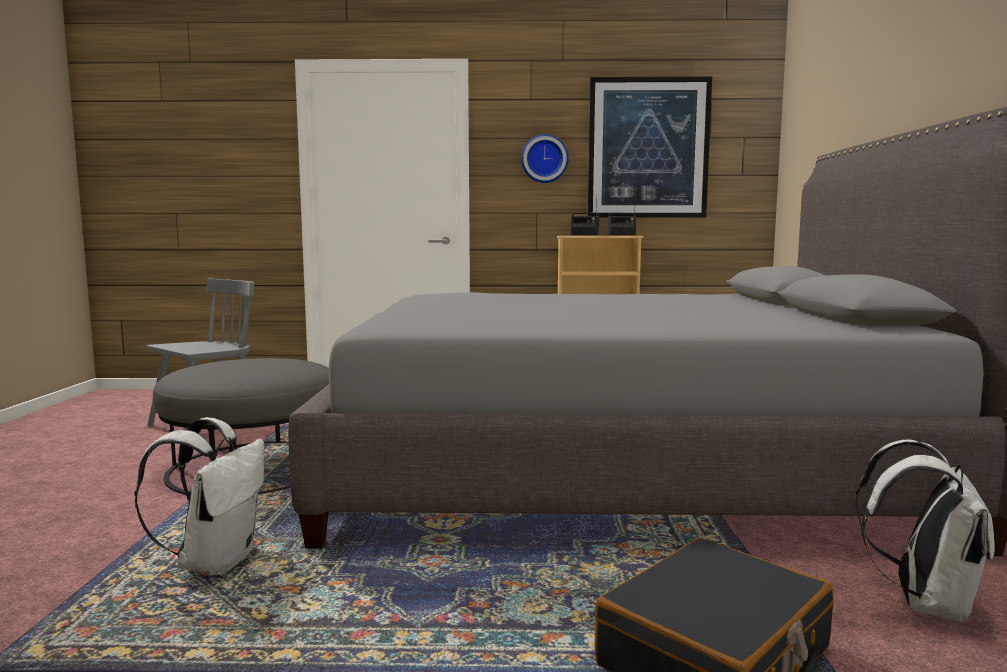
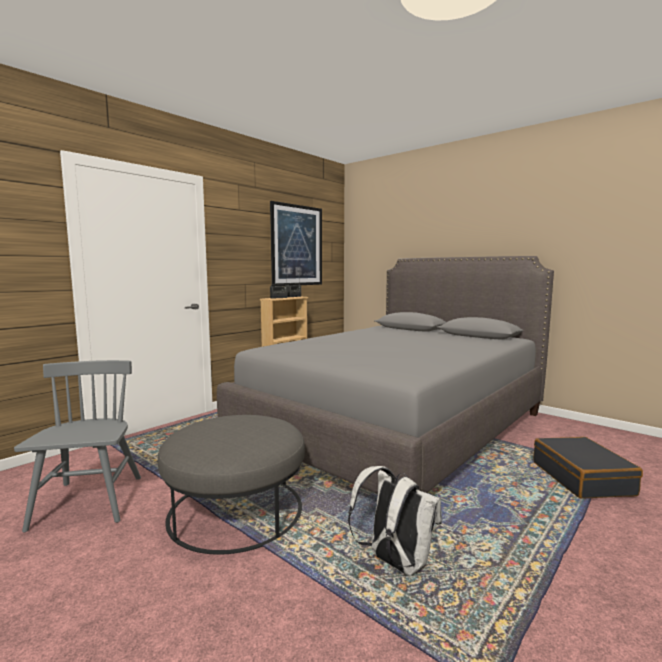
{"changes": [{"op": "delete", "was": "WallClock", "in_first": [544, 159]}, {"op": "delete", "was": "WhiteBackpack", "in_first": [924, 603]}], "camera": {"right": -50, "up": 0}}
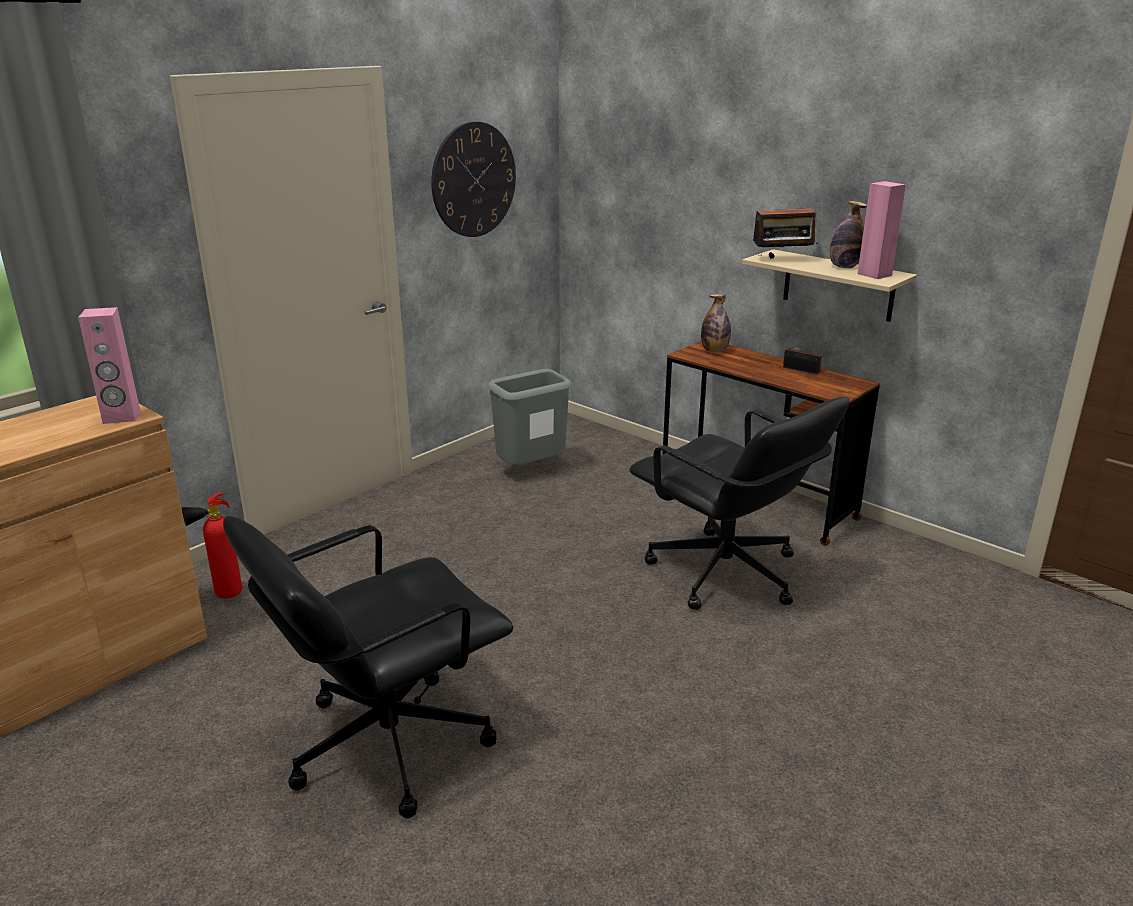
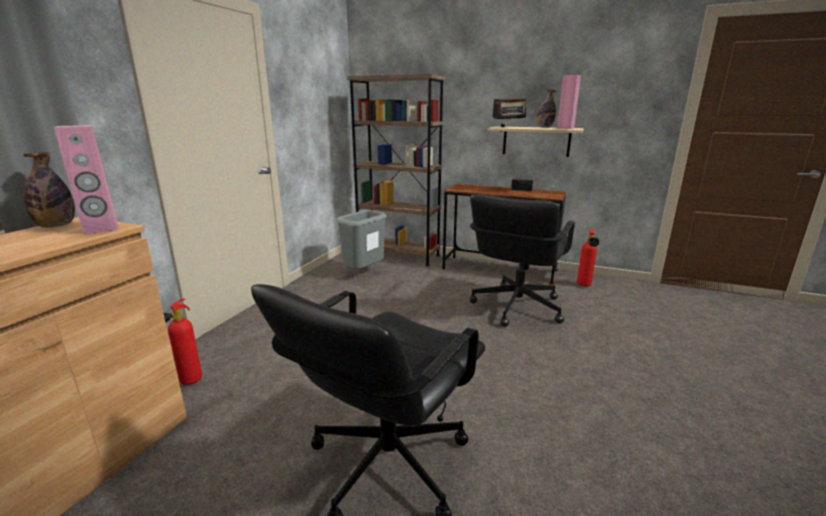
{"changes": [{"op": "move", "was": "Bottle", "in_first": [714, 351], "in_second": [56, 226]}, {"op": "insert", "now": "BrownBookcase", "in_second": [398, 255]}, {"op": "rotate", "was": "BlackOfficeChair", "in_first": [725, 574], "in_second": [516, 307], "clockwise": 90}, {"op": "insert", "now": "FireExtinguisher", "in_second": [584, 286]}, {"op": "delete", "was": "WallClock", "in_first": [474, 180]}], "camera": {"right": -20, "up": -5}}
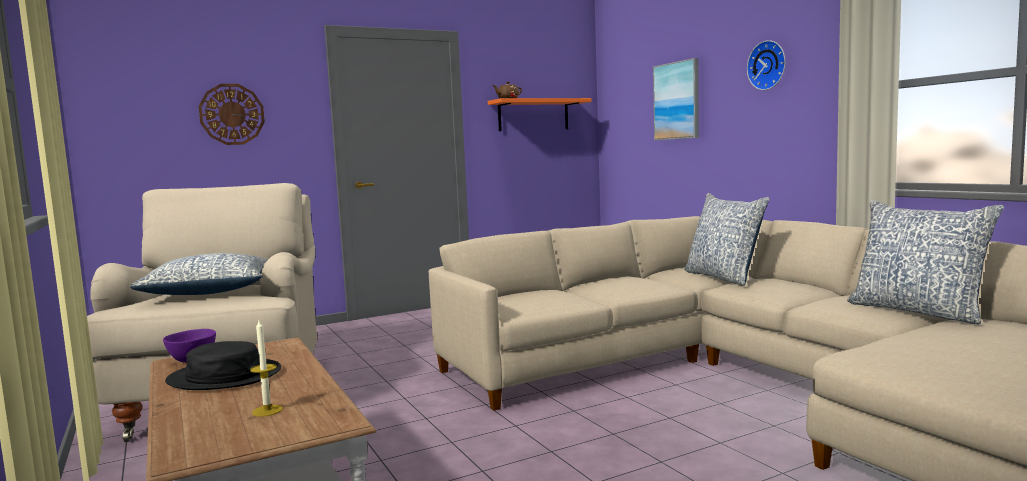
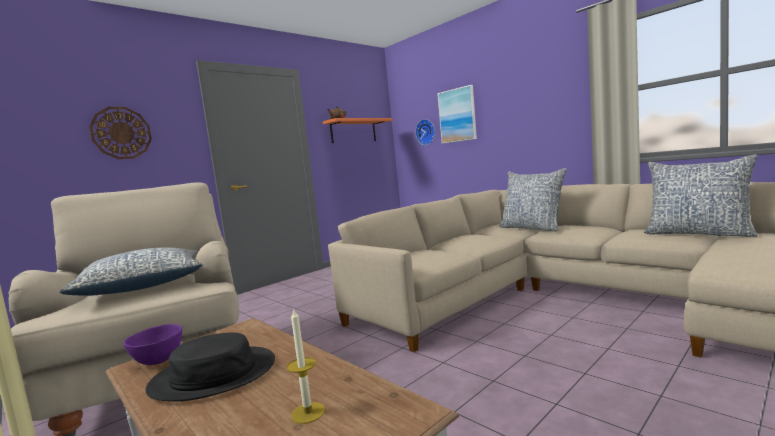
{"changes": [{"op": "move", "was": "WallClock", "in_first": [768, 65], "in_second": [426, 132]}], "camera": {"right": -15, "up": 0}}
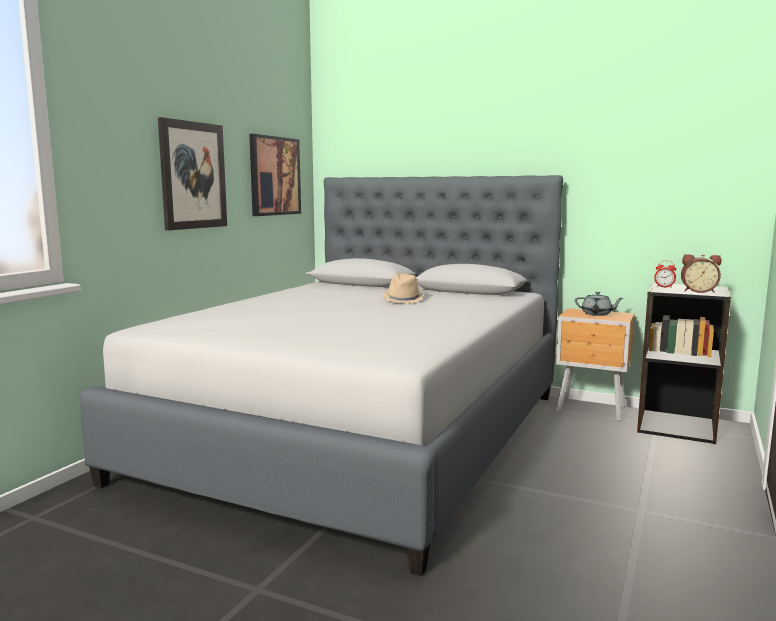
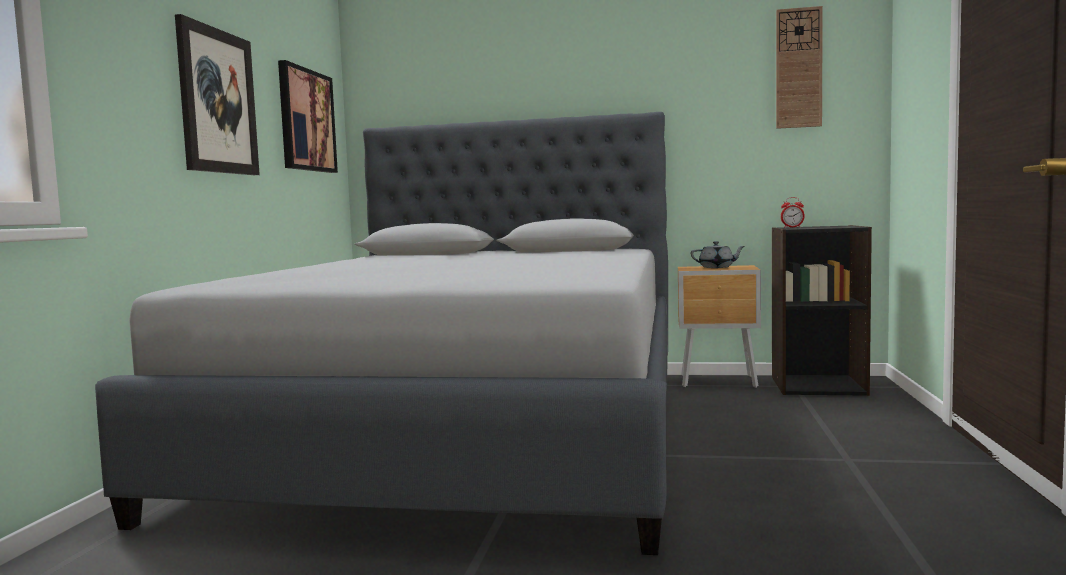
{"changes": [{"op": "insert", "now": "WallClock", "in_second": [798, 68]}, {"op": "delete", "was": "BeigeHat", "in_first": [403, 300]}, {"op": "delete", "was": "AlarmClock", "in_first": [698, 291]}], "camera": {"right": -15, "up": -5}}
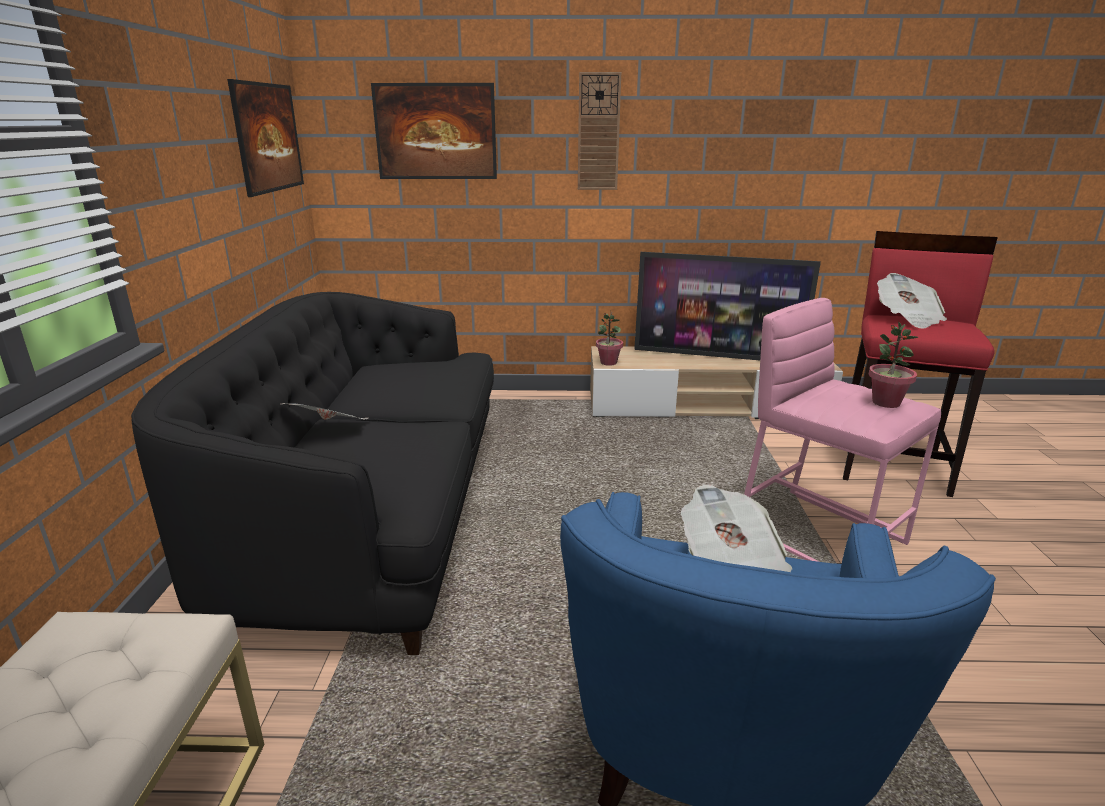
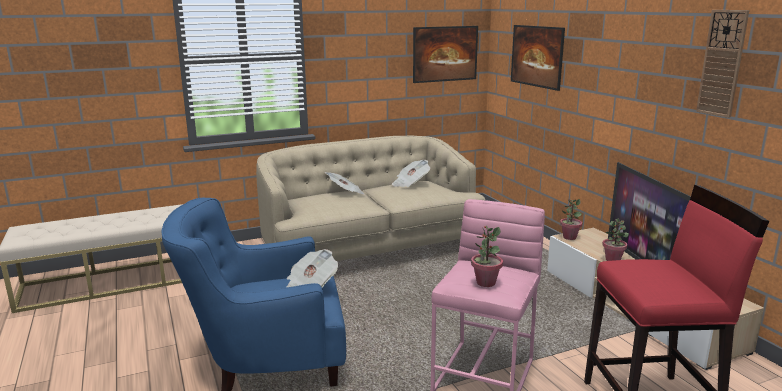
{"changes": [{"op": "recolor", "was": "BlackSofa", "now": "BeigeSofa", "in_first": [373, 518], "in_second": [370, 249]}, {"op": "move", "was": "Newspaper", "in_first": [907, 318], "in_second": [410, 183]}, {"op": "insert", "now": "PottedPlant", "in_second": [613, 260]}, {"op": "move", "was": "WallClock", "in_first": [598, 132], "in_second": [722, 63]}], "camera": {"right": 65, "up": -5}}
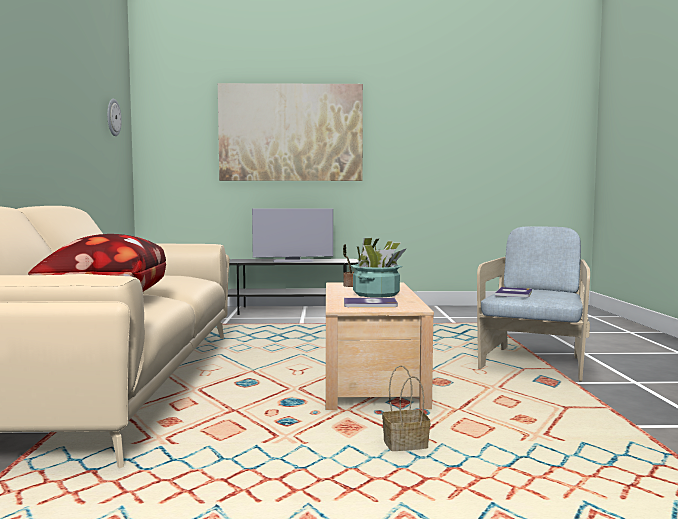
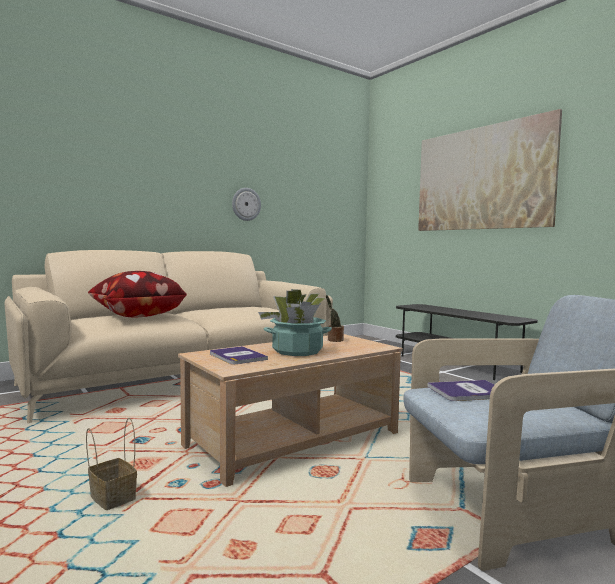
{"changes": [{"op": "move", "was": "WallClock", "in_first": [113, 117], "in_second": [246, 204]}, {"op": "delete", "was": "Television", "in_first": [293, 261]}], "camera": {"right": 55, "up": 0}}
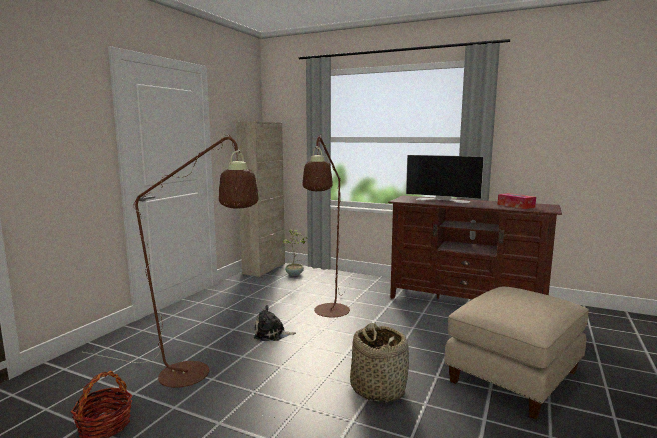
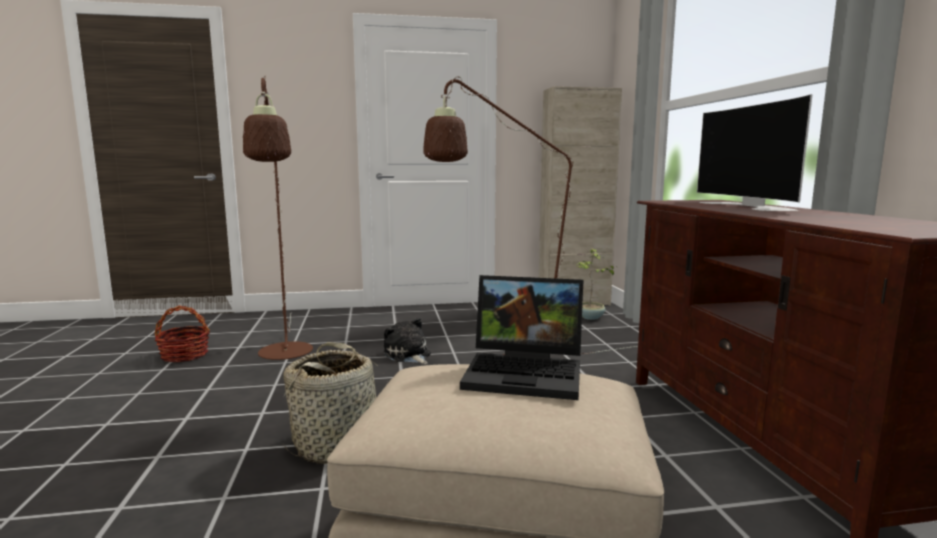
{"changes": [{"op": "insert", "now": "Laptop", "in_second": [527, 373]}, {"op": "delete", "was": "TissueBox", "in_first": [515, 206]}], "camera": {"right": 55, "up": 0}}
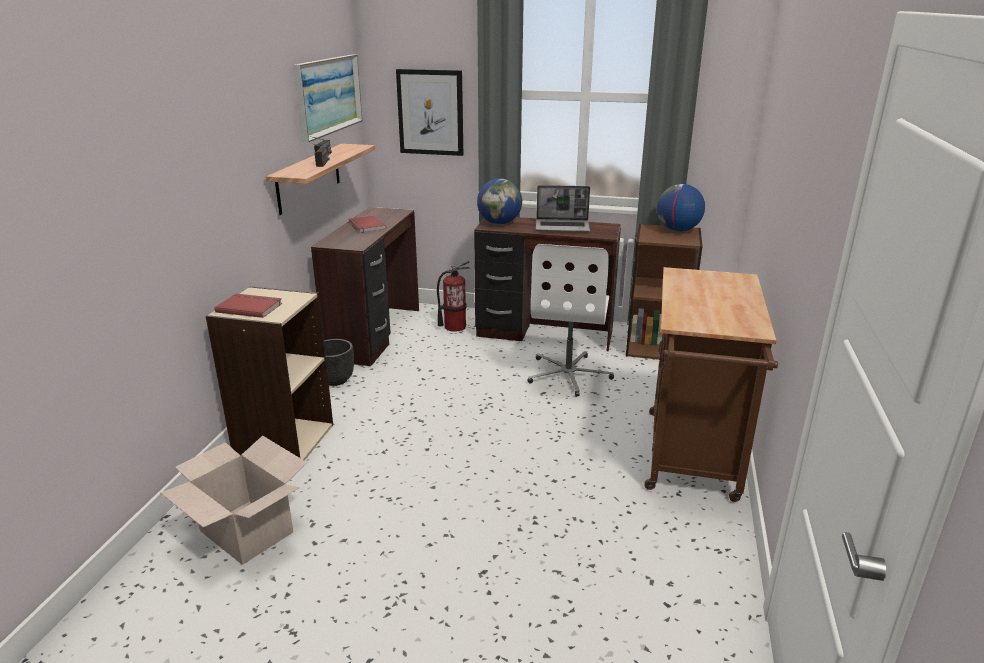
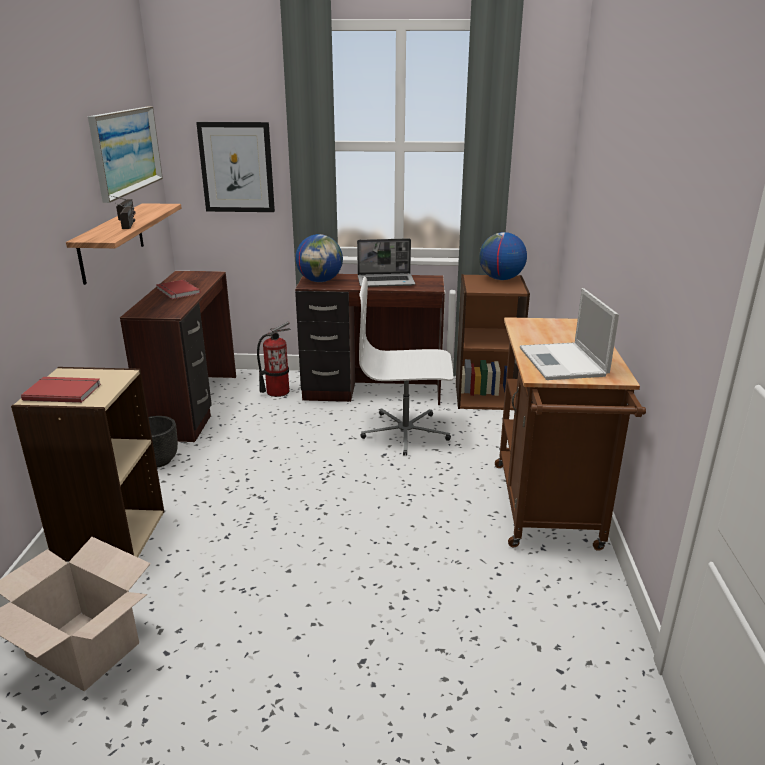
{"changes": [{"op": "rotate", "was": "WhiteOfficeChair", "in_first": [569, 374], "in_second": [406, 432], "clockwise": 90}, {"op": "insert", "now": "Laptop", "in_second": [563, 362]}], "camera": {"right": -10, "up": 0}}
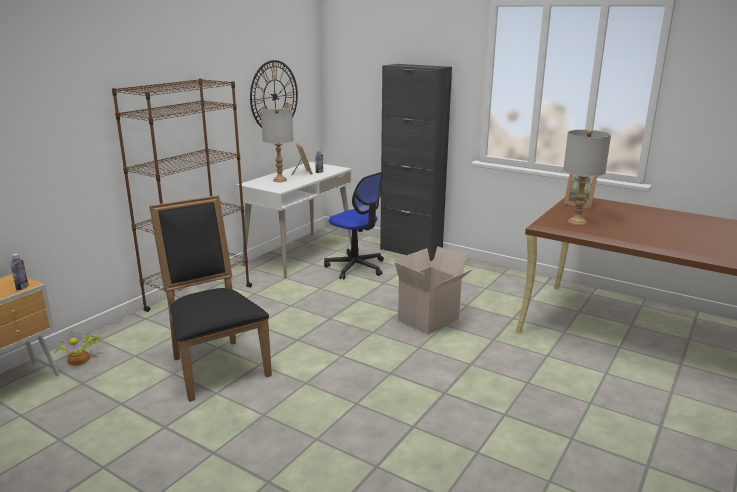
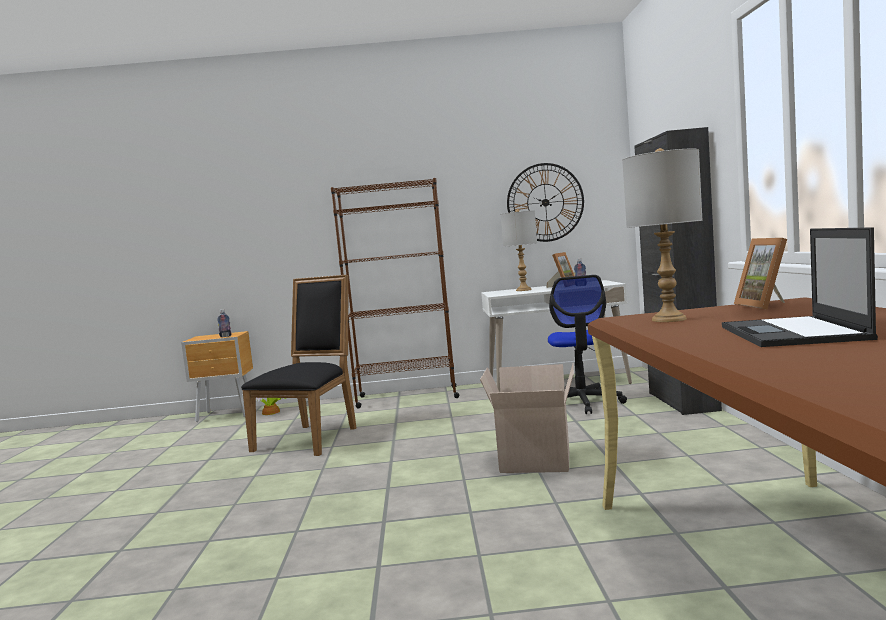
{"changes": [{"op": "insert", "now": "Laptop", "in_second": [793, 333]}], "camera": {"right": 55, "up": -15}}
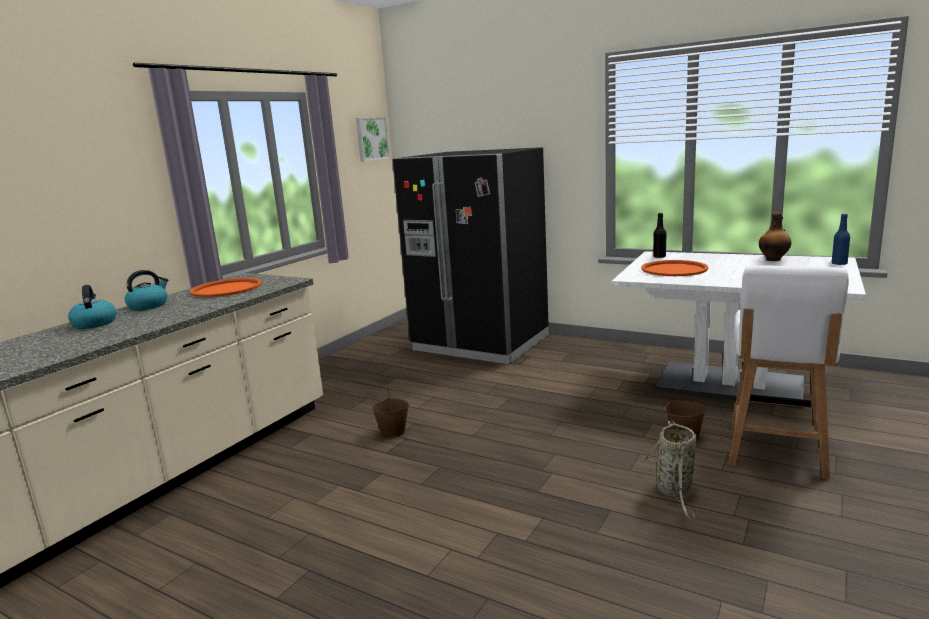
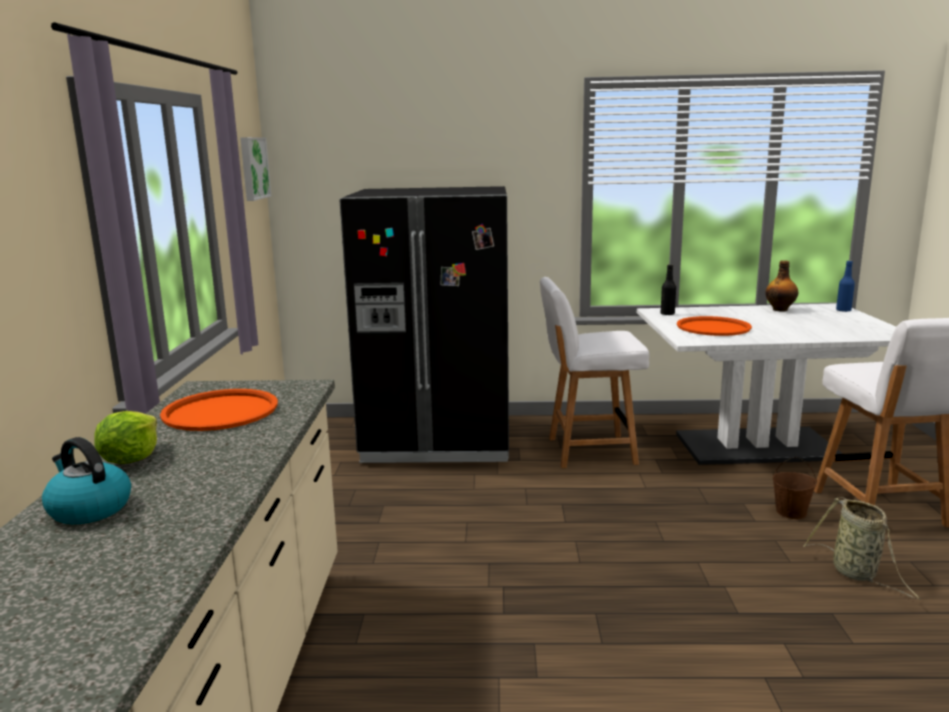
{"changes": [{"op": "replace", "was": "Kettle", "now": "Lettuce", "in_first": [149, 305], "in_second": [131, 459]}, {"op": "insert", "now": "WhiteChair", "in_second": [589, 451]}, {"op": "delete", "was": "BrownBucket", "in_first": [393, 432]}], "camera": {"right": -30, "up": 0}}
